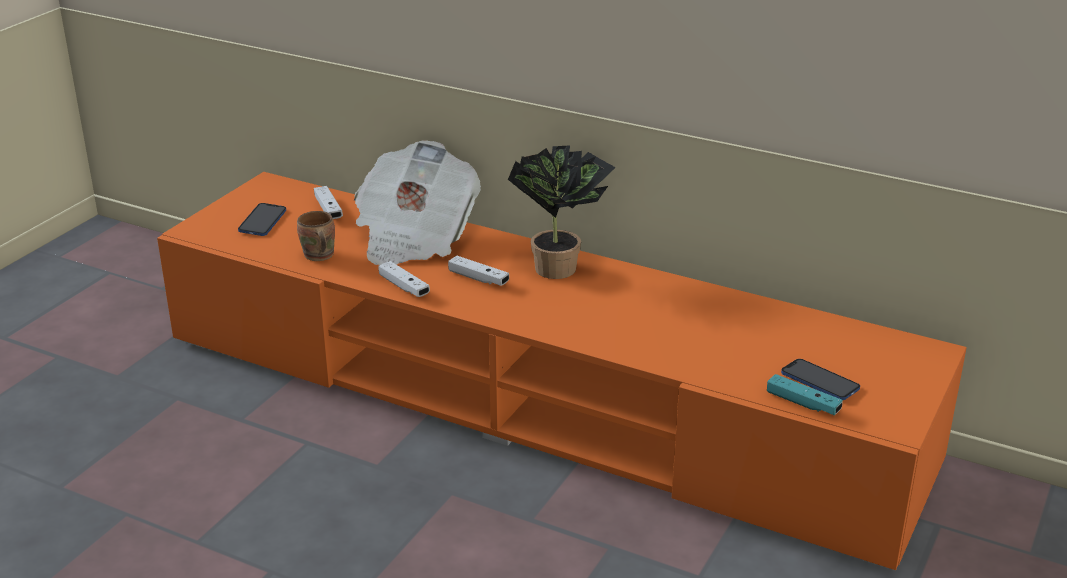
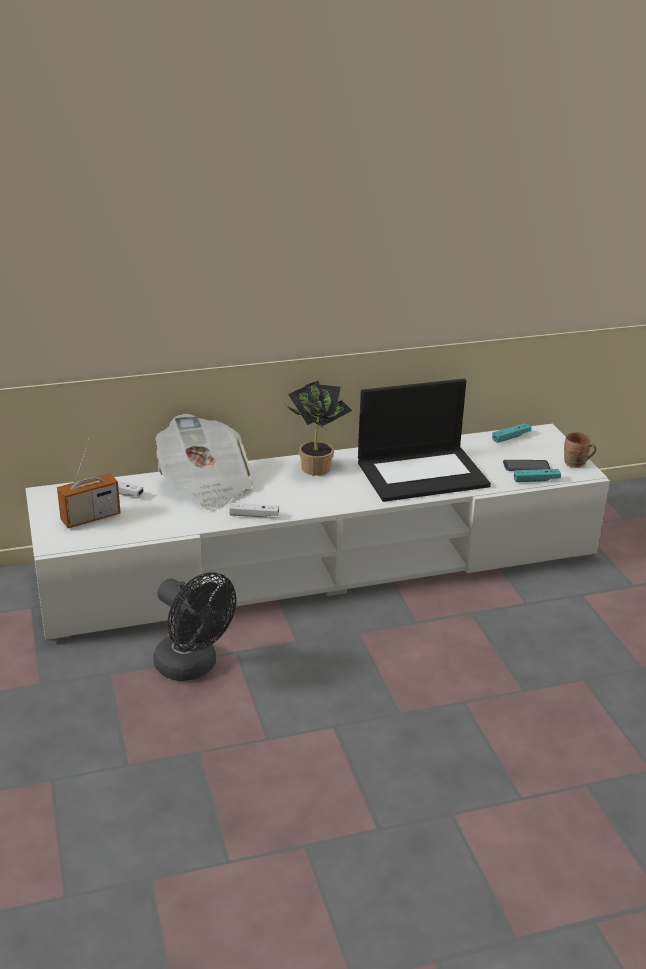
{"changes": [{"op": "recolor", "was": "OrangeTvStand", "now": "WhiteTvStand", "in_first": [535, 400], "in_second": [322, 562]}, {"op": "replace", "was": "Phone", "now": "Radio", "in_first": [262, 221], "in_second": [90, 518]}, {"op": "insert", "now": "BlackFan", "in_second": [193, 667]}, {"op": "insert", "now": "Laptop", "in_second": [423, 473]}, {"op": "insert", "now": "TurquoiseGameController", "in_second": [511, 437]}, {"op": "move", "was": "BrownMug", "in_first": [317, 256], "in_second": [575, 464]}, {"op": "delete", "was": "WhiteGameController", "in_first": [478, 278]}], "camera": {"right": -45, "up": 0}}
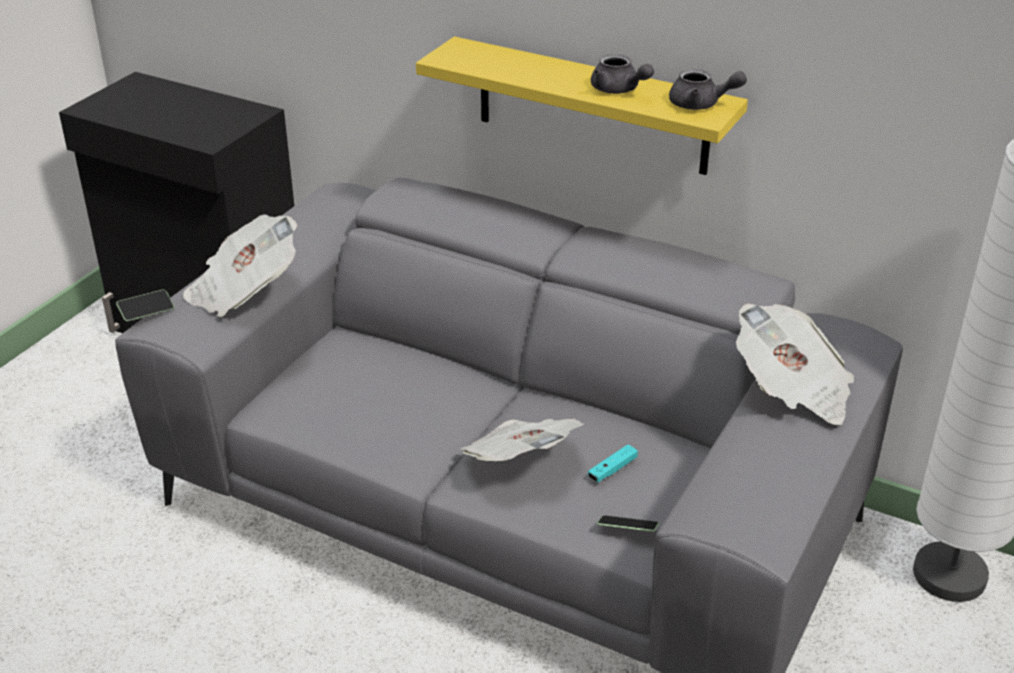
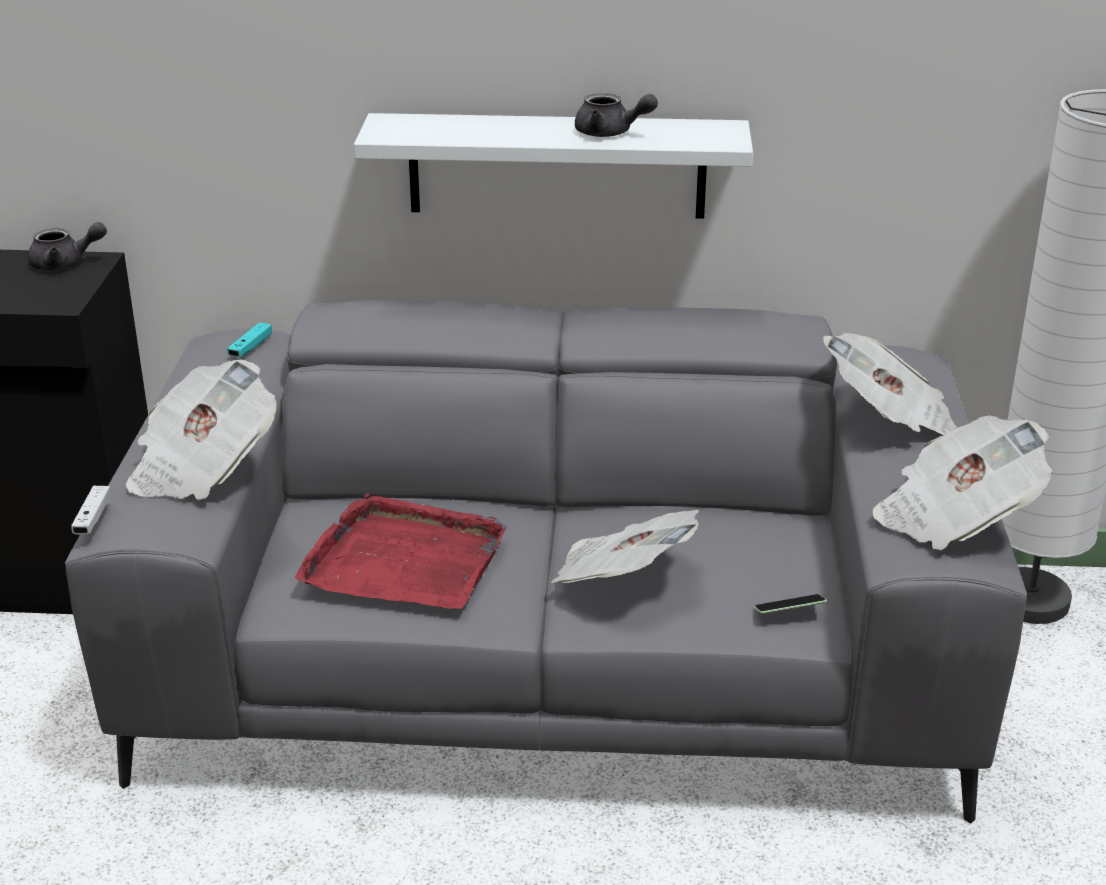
{"changes": [{"op": "move", "was": "GreyTeapot", "in_first": [701, 104], "in_second": [65, 264]}, {"op": "replace", "was": "Phone", "now": "WhiteGameController", "in_first": [146, 311], "in_second": [93, 518]}, {"op": "move", "was": "TurquoiseGameController", "in_first": [612, 469], "in_second": [250, 347]}, {"op": "insert", "now": "RedTray", "in_second": [404, 560]}, {"op": "recolor", "was": "YellowShelf", "now": "WhiteShelf", "in_first": [592, 106], "in_second": [557, 166]}, {"op": "insert", "now": "Newspaper", "in_second": [955, 518]}], "camera": {"right": -25, "up": -5}}
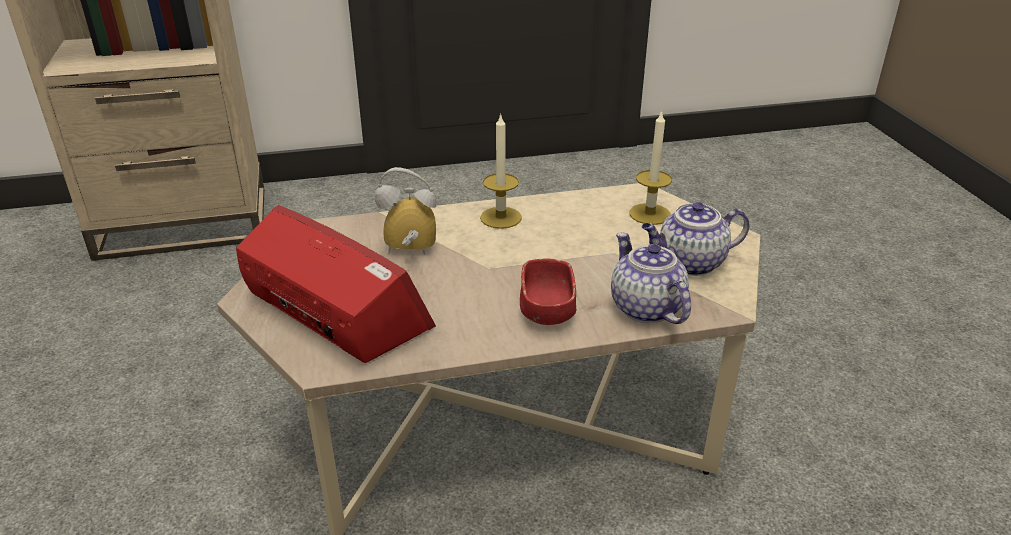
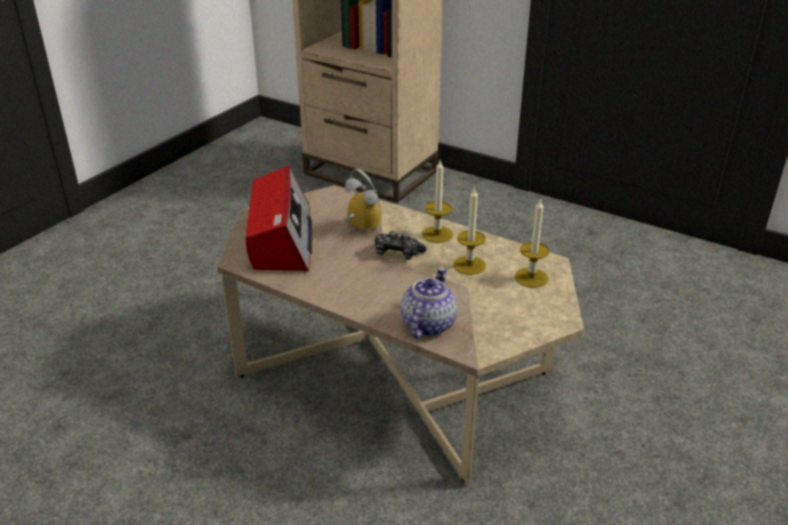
{"changes": [{"op": "insert", "now": "GameController", "in_second": [397, 253]}, {"op": "insert", "now": "Candle", "in_second": [469, 265]}, {"op": "delete", "was": "RedBowl", "in_first": [547, 310]}, {"op": "delete", "was": "Teapot", "in_first": [689, 263]}], "camera": {"right": 45, "up": 0}}
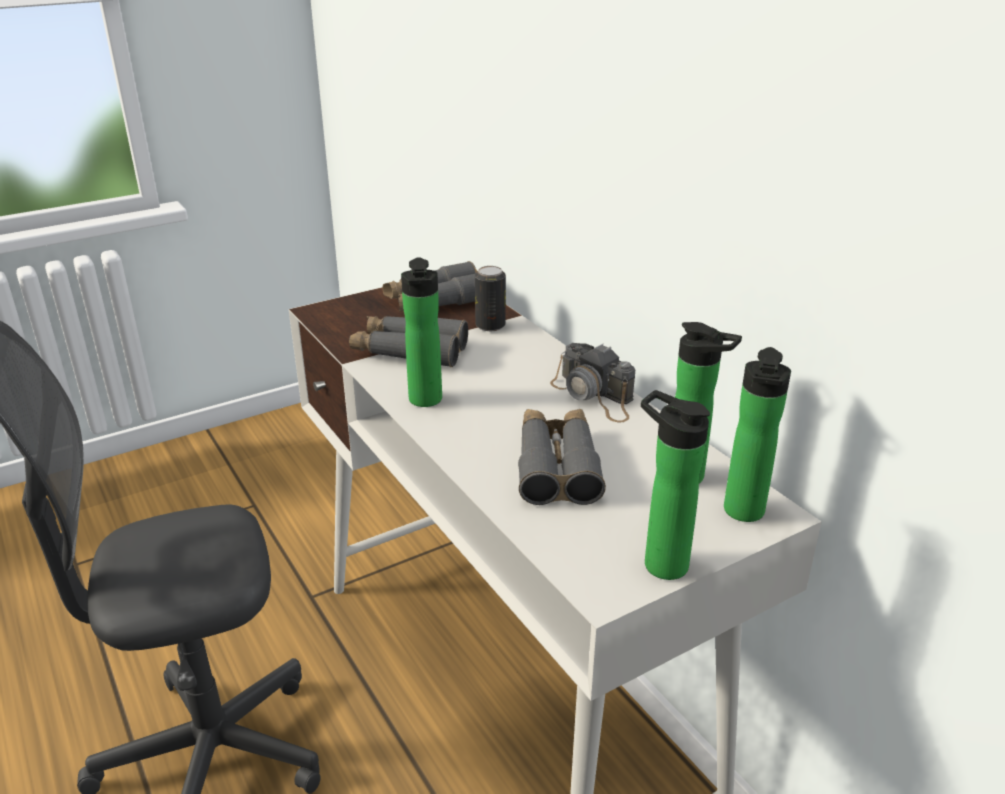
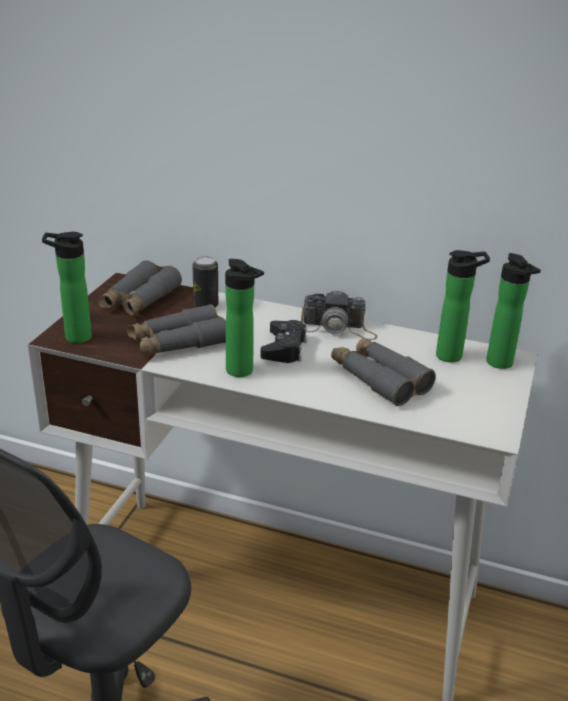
{"changes": [{"op": "move", "was": "Bottle", "in_first": [659, 562], "in_second": [74, 337]}, {"op": "insert", "now": "BlackGameController", "in_second": [284, 348]}], "camera": {"right": -40, "up": 0}}
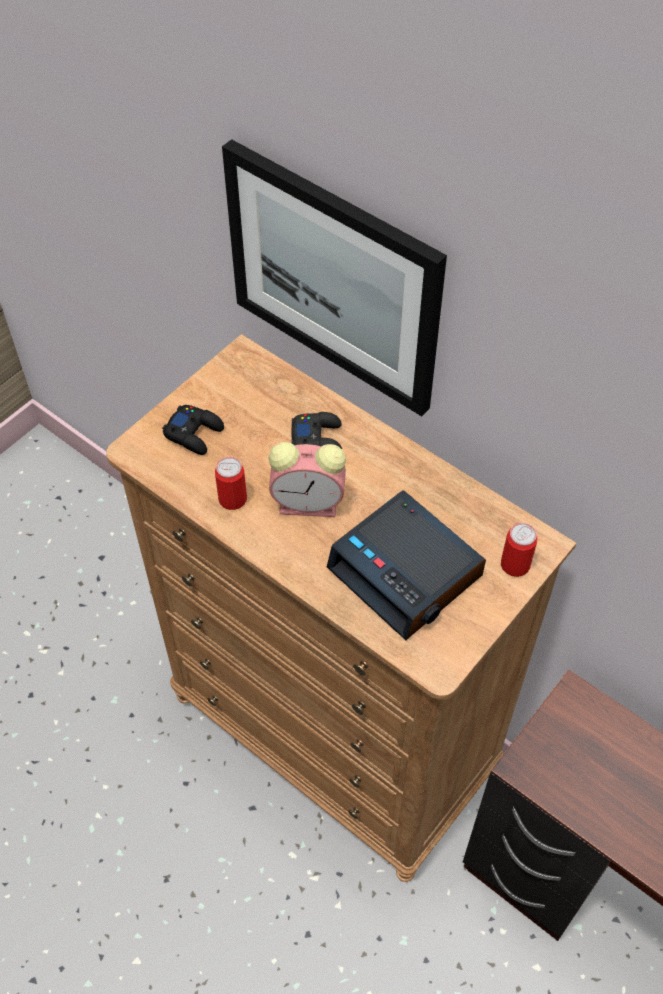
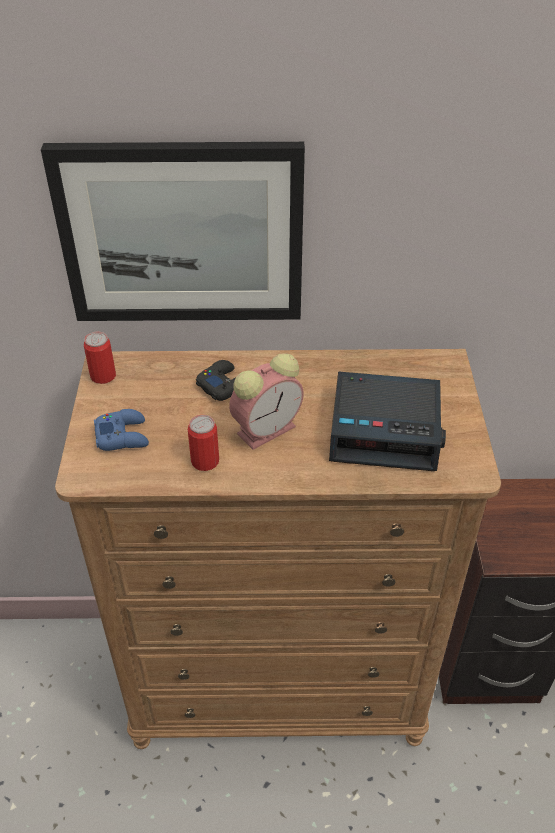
{"changes": [{"op": "move", "was": "Can", "in_first": [515, 564], "in_second": [103, 376]}, {"op": "recolor", "was": "BlackGameController", "now": "BlueGameController", "in_first": [194, 433], "in_second": [122, 435]}], "camera": {"right": -40, "up": -10}}
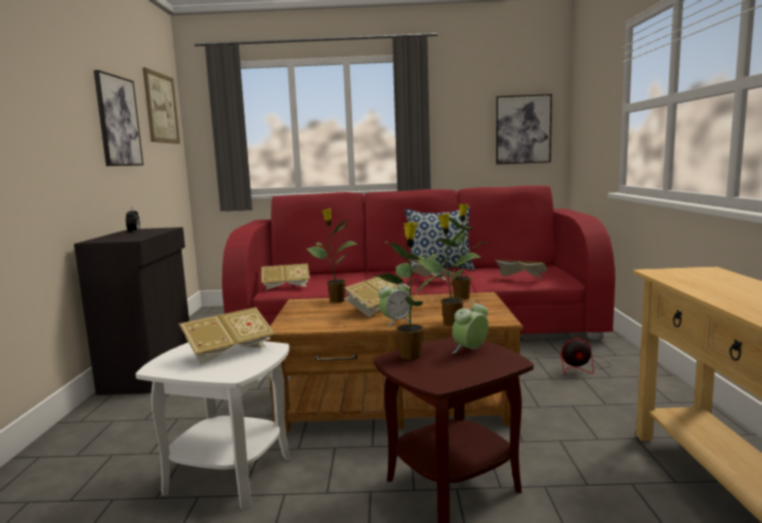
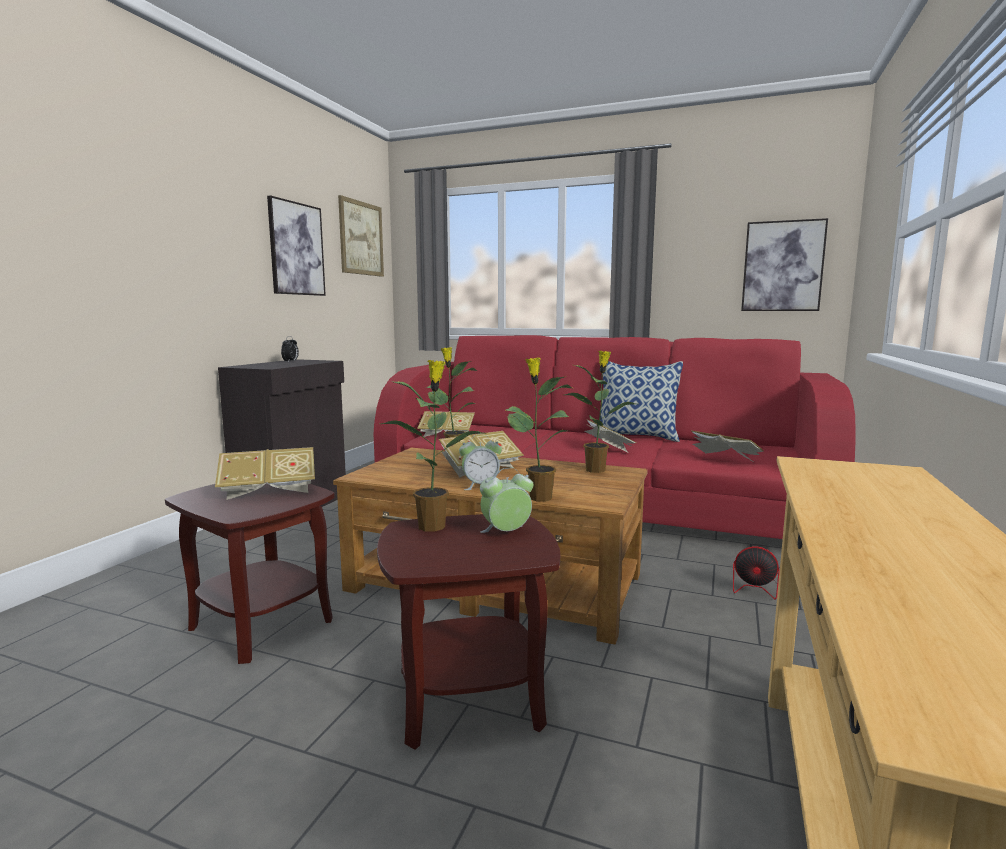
{"changes": [{"op": "recolor", "was": "WhiteSideTable", "now": "BrownSideTable", "in_first": [228, 475], "in_second": [260, 624]}], "camera": {"right": 20, "up": 0}}
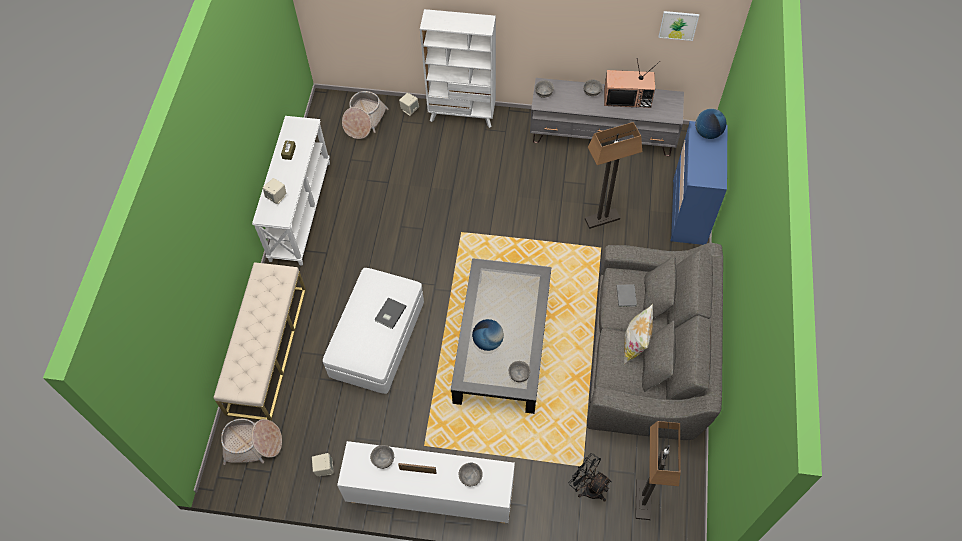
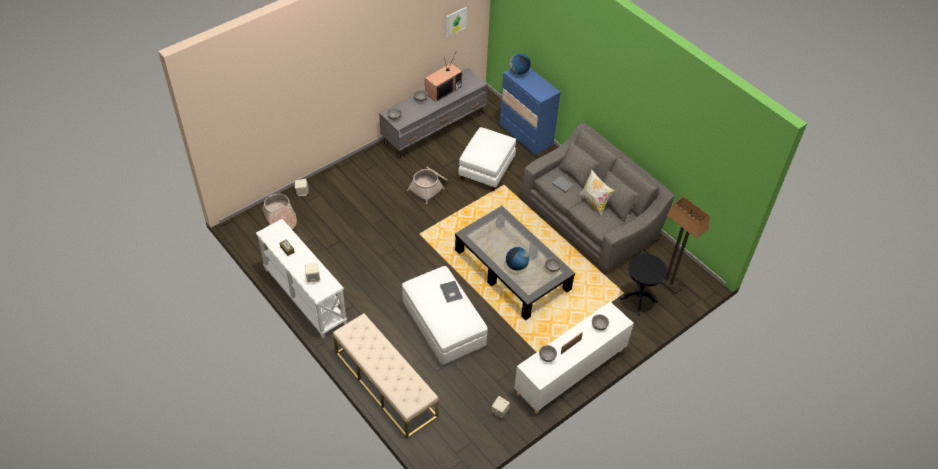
{"changes": [{"op": "move", "was": "Basket", "in_first": [253, 444], "in_second": [429, 187]}, {"op": "replace", "was": "FloorLamp", "now": "WhiteOttoman", "in_first": [602, 219], "in_second": [487, 170]}, {"op": "replace", "was": "BlackFan", "now": "BlackSideTable", "in_first": [588, 487], "in_second": [638, 300]}, {"op": "delete", "was": "WhiteBookcase", "in_first": [462, 114]}], "camera": {"right": -50, "up": -10}}
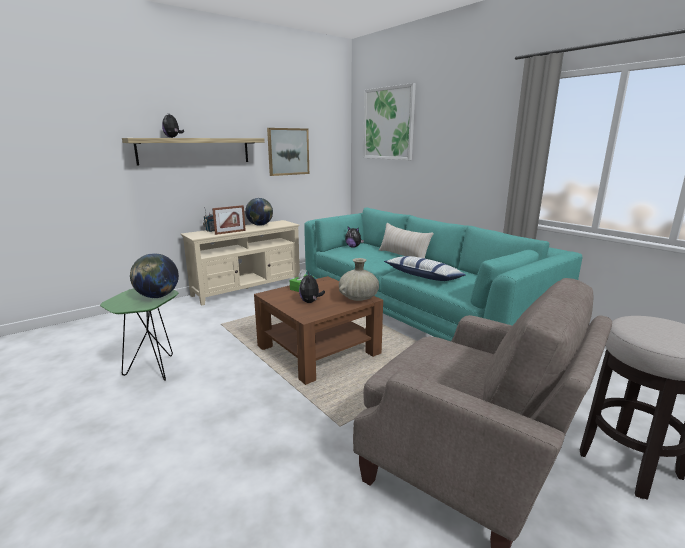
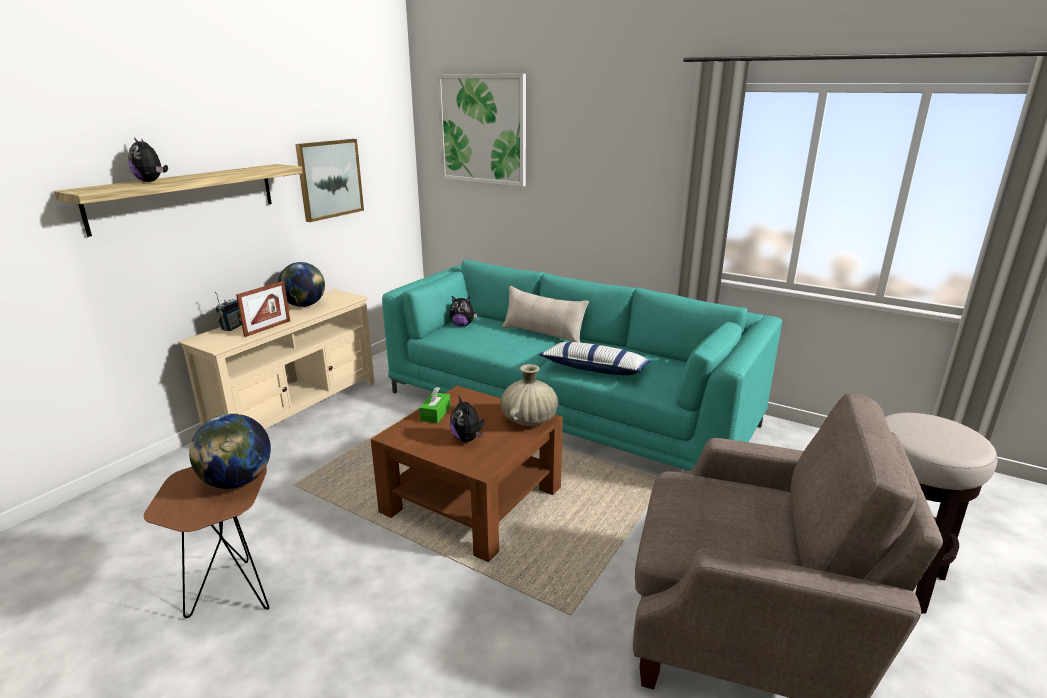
{"changes": [{"op": "recolor", "was": "GreenSideTable", "now": "BrownSideTable", "in_first": [152, 371], "in_second": [233, 597]}], "camera": {"right": -20, "up": 5}}
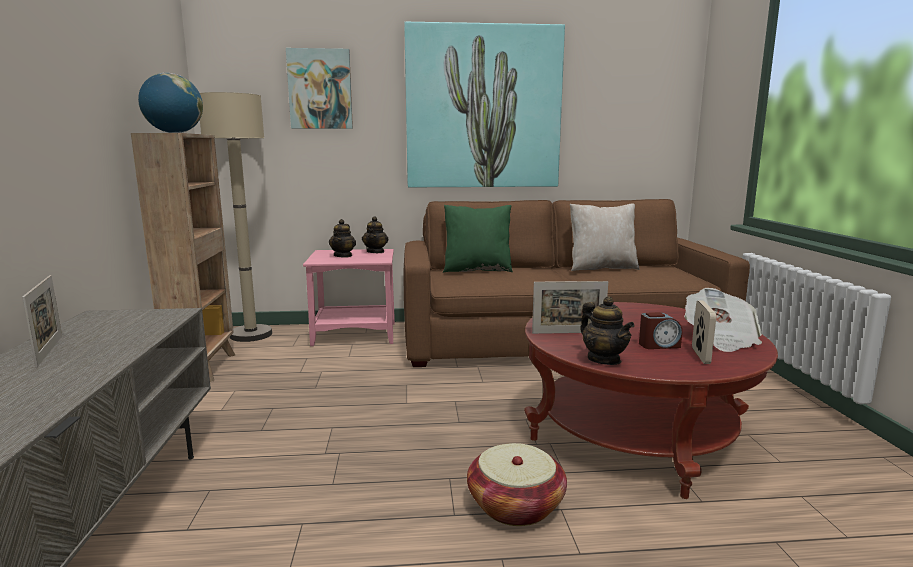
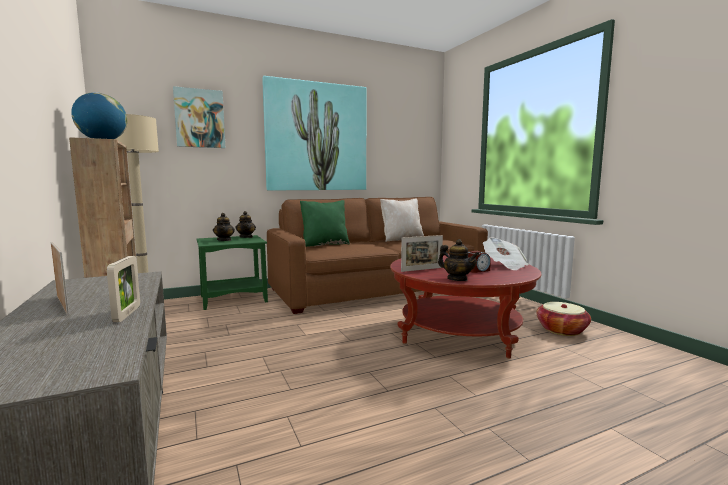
{"changes": [{"op": "move", "was": "PictureFrame", "in_first": [700, 356], "in_second": [127, 314]}, {"op": "recolor", "was": "PinkSideTable", "now": "GreenSideTable", "in_first": [355, 333], "in_second": [233, 299]}, {"op": "move", "was": "Basket", "in_first": [515, 505], "in_second": [561, 330]}], "camera": {"right": -20, "up": -5}}
